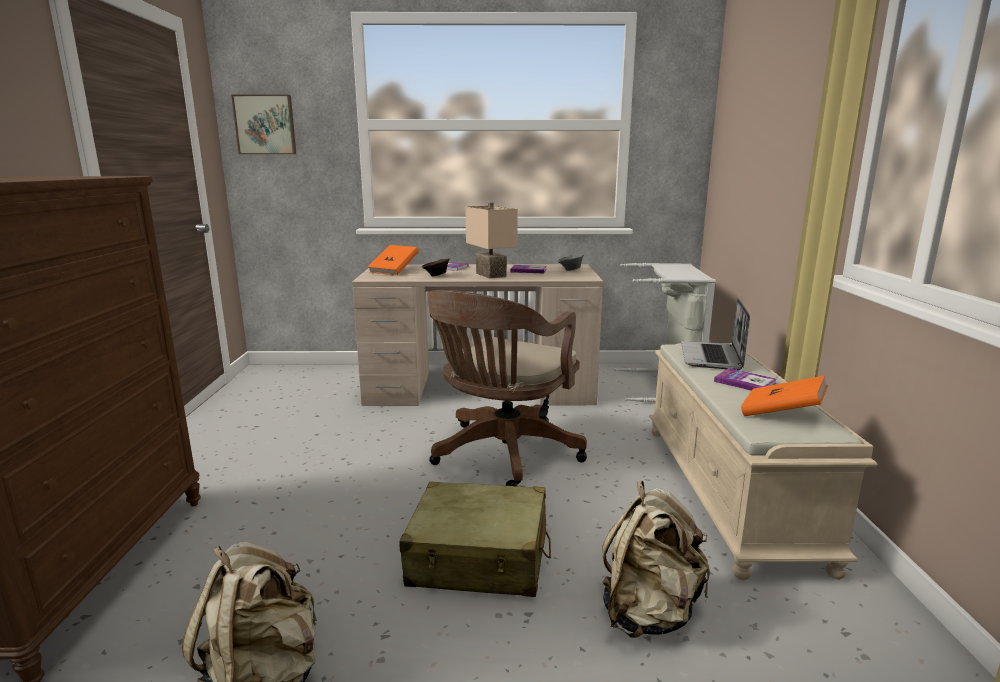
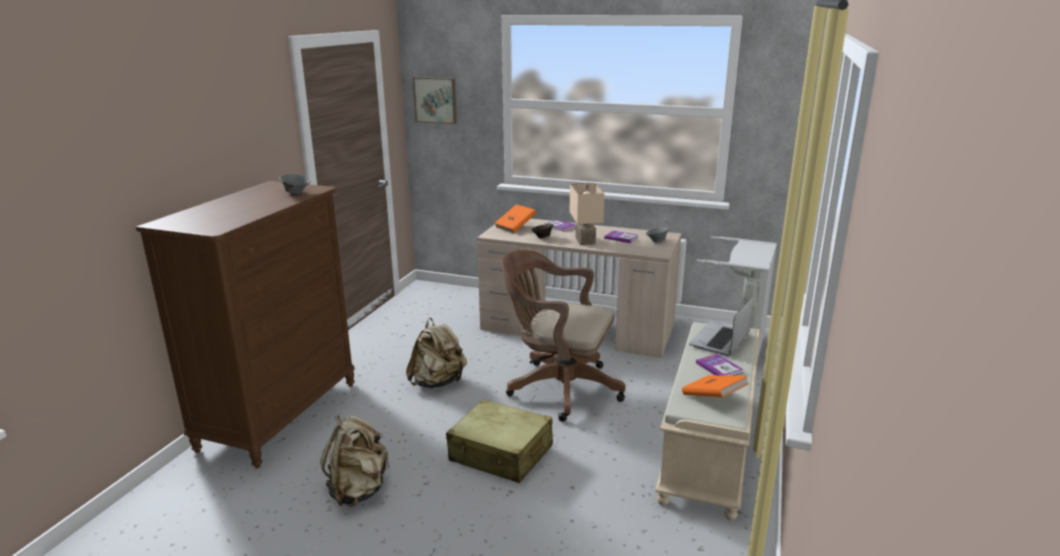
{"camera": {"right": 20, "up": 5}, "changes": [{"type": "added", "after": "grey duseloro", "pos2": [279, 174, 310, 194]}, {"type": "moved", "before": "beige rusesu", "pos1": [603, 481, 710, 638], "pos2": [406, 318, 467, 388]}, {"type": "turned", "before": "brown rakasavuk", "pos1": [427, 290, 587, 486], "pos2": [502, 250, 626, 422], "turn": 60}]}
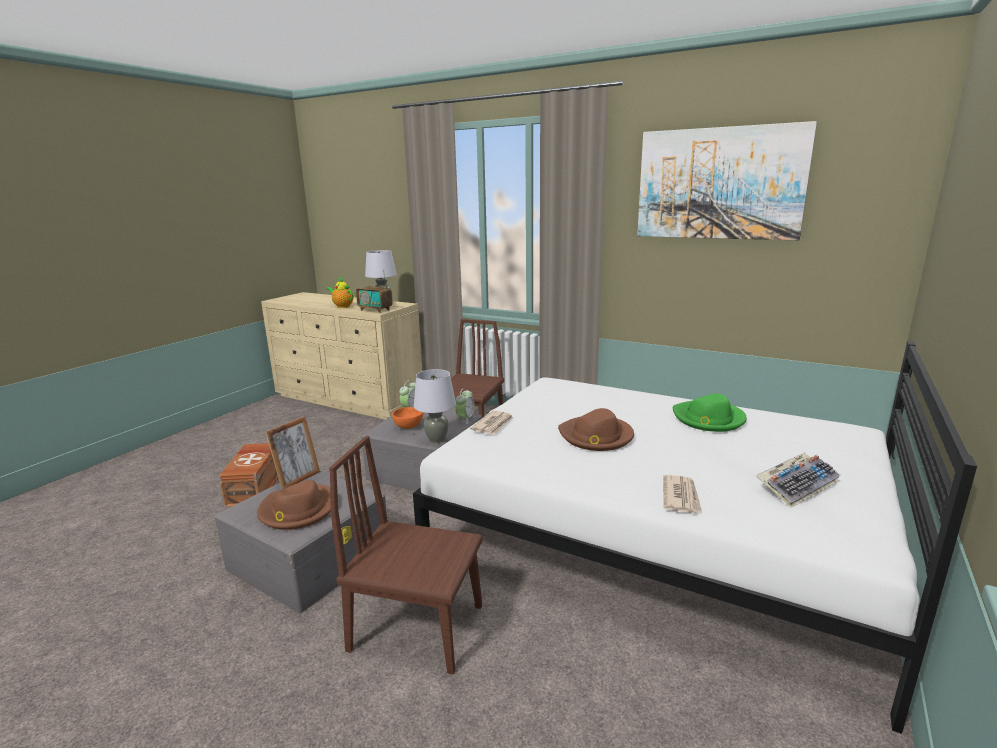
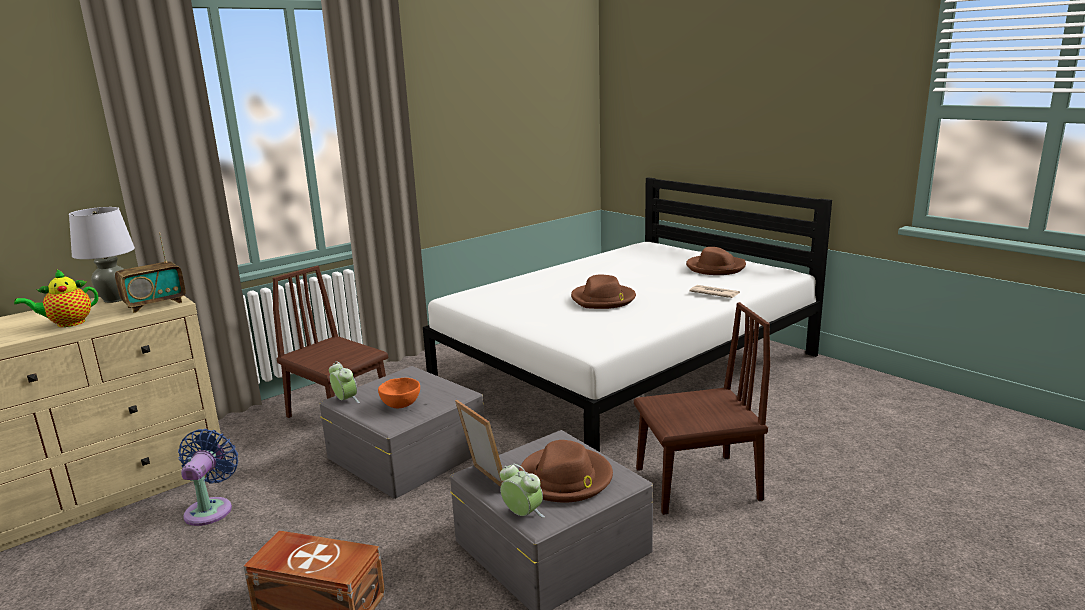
{"camera": {"right": -70, "up": 0}, "changes": [{"type": "added", "after": "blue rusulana", "pos2": [178, 429, 238, 526]}, {"type": "moved", "before": "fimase", "pos1": [455, 388, 475, 424], "pos2": [500, 464, 545, 518]}, {"type": "turned", "before": "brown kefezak", "pos1": [329, 436, 483, 674], "pos2": [634, 302, 770, 515], "turn": -135}, {"type": "replaced", "before": "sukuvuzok", "after": "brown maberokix", "pos1": [756, 453, 840, 508], "pos2": [686, 247, 746, 275]}, {"type": "removed", "before": "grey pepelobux", "pos1": [414, 369, 456, 443]}, {"type": "removed", "before": "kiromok", "pos1": [470, 411, 513, 434]}, {"type": "removed", "before": "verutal", "pos1": [637, 121, 817, 240]}, {"type": "removed", "before": "green maberokix", "pos1": [673, 393, 747, 432]}]}
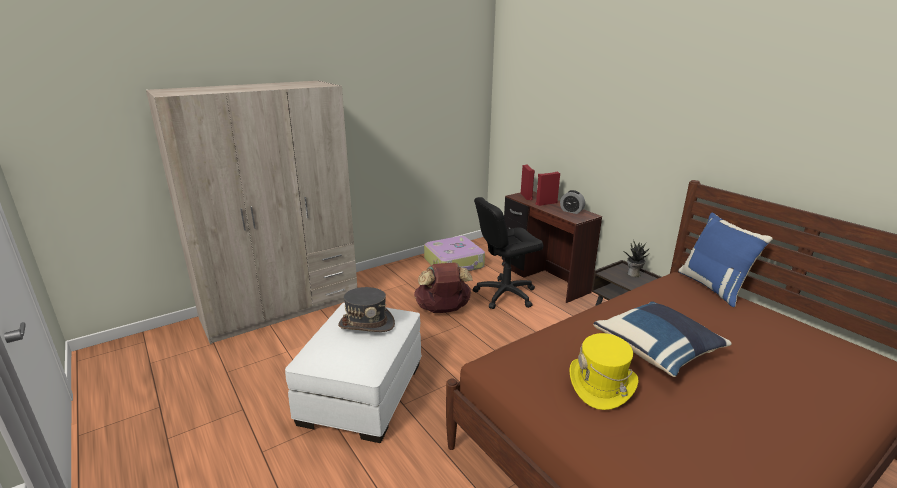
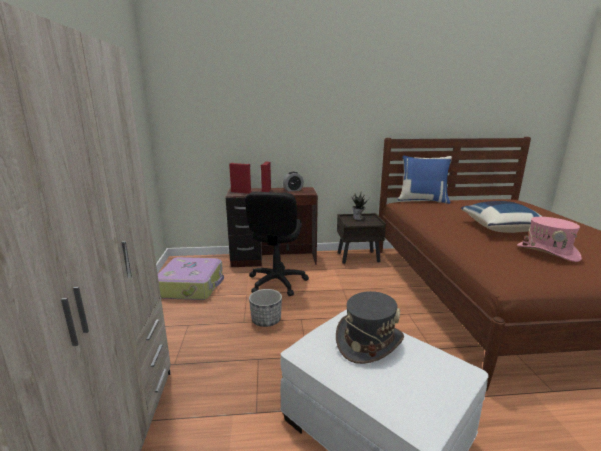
{"camera": {"right": -60, "up": -5}, "changes": [{"type": "replaced", "before": "brown rusesu", "after": "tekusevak", "pos1": [414, 262, 473, 313], "pos2": [249, 289, 282, 327]}, {"type": "recoloured", "before": "yellow maberokix", "after": "pink maberokix", "pos1": [570, 333, 639, 410], "pos2": [517, 217, 582, 262]}]}
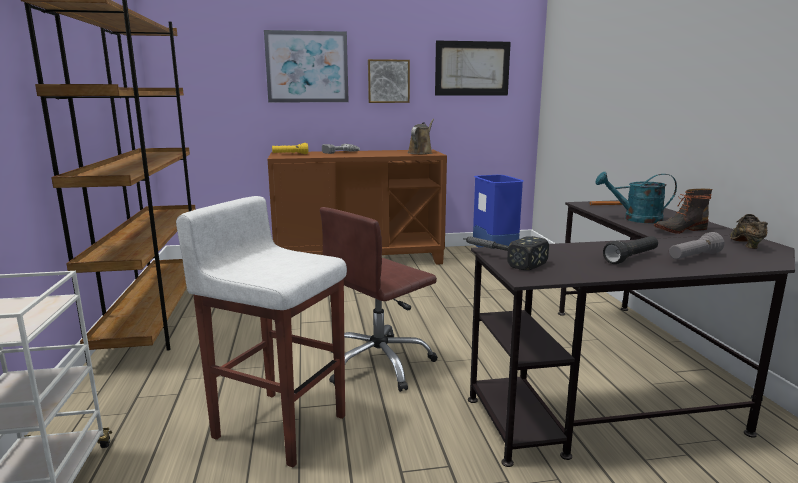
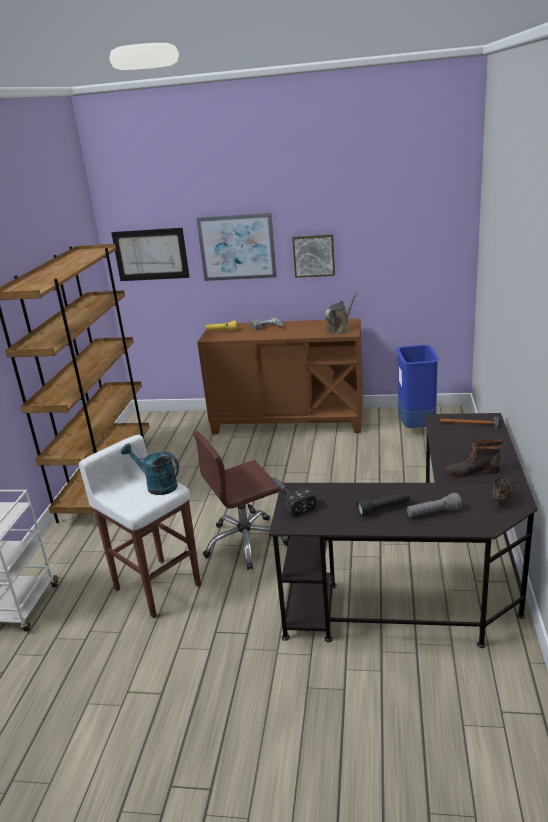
{"camera": {"right": 20, "up": 10}, "changes": [{"type": "moved", "before": "verutal", "pos1": [435, 40, 511, 95], "pos2": [111, 228, 189, 281]}, {"type": "moved", "before": "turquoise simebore", "pos1": [595, 172, 677, 224], "pos2": [121, 443, 179, 495]}]}
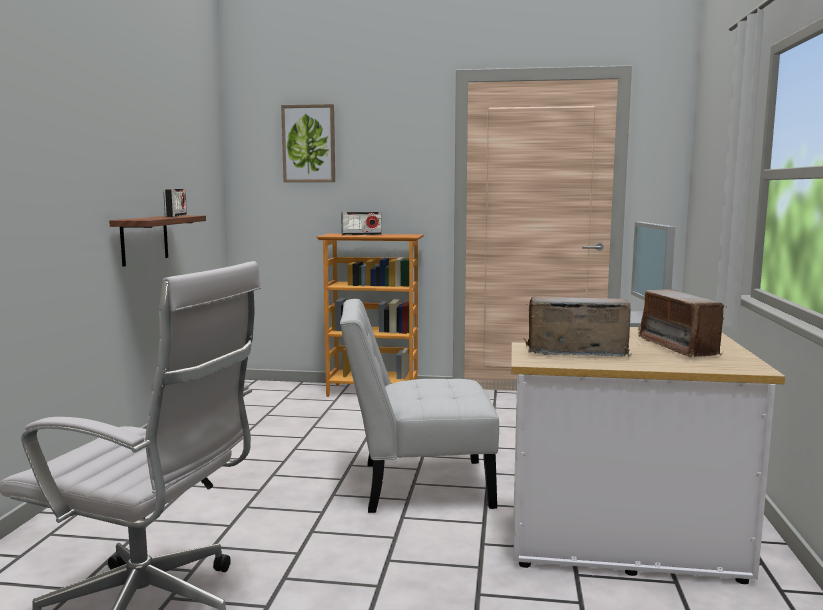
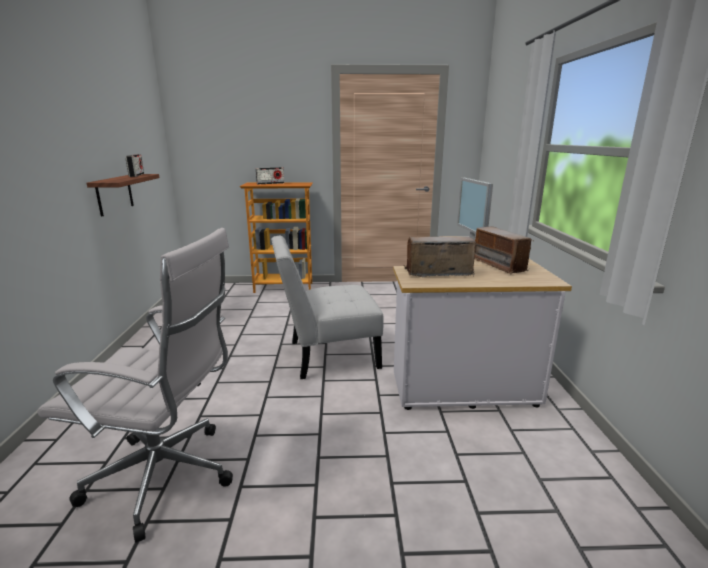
{"camera": {"right": -10, "up": 10}, "changes": [{"type": "removed", "before": "verutal", "pos1": [281, 104, 335, 182]}]}
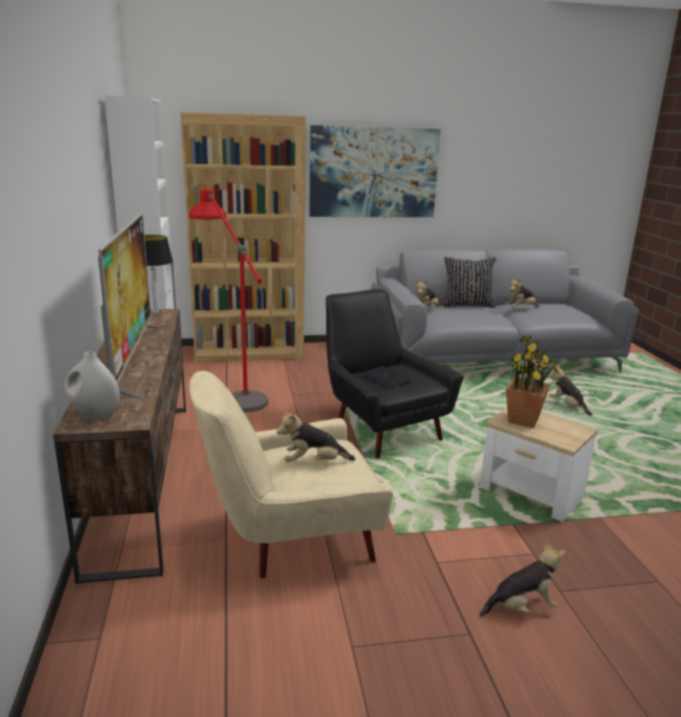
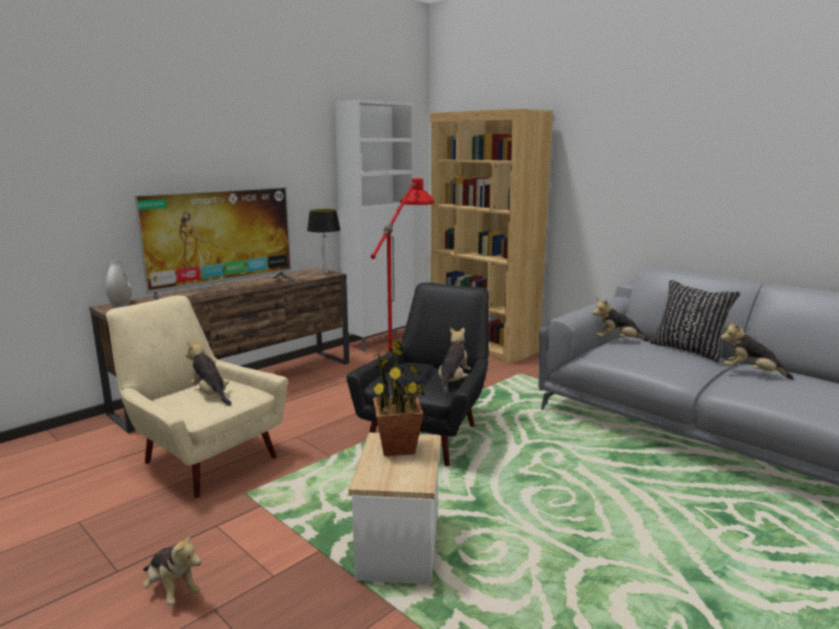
{"camera": {"right": 55, "up": -5}, "changes": [{"type": "moved", "before": "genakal", "pos1": [548, 364, 592, 416], "pos2": [438, 327, 471, 395]}, {"type": "removed", "before": "verutal", "pos1": [309, 125, 441, 217]}]}
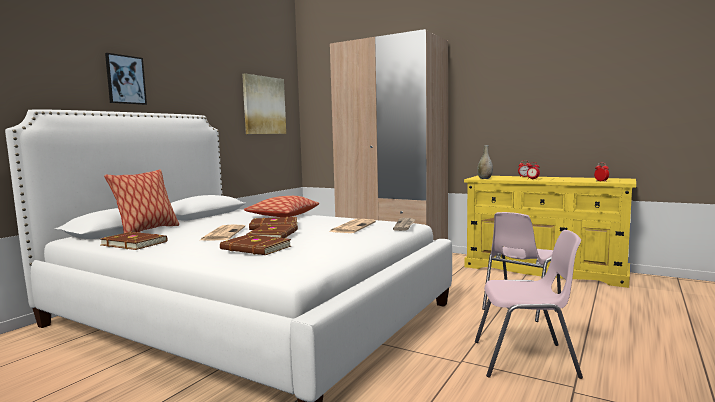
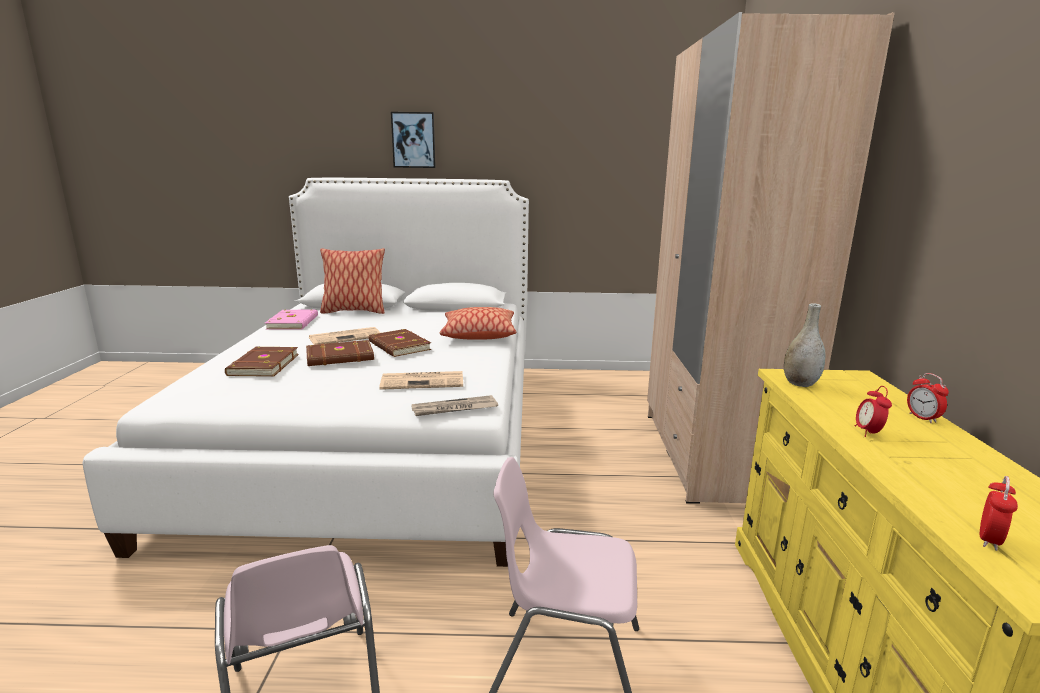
{"camera": {"right": 60, "up": 10}, "changes": [{"type": "recoloured", "before": "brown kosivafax", "after": "pink kosivafax", "pos1": [101, 232, 167, 250], "pos2": [265, 310, 318, 329]}, {"type": "removed", "before": "verutal", "pos1": [242, 73, 286, 134]}]}
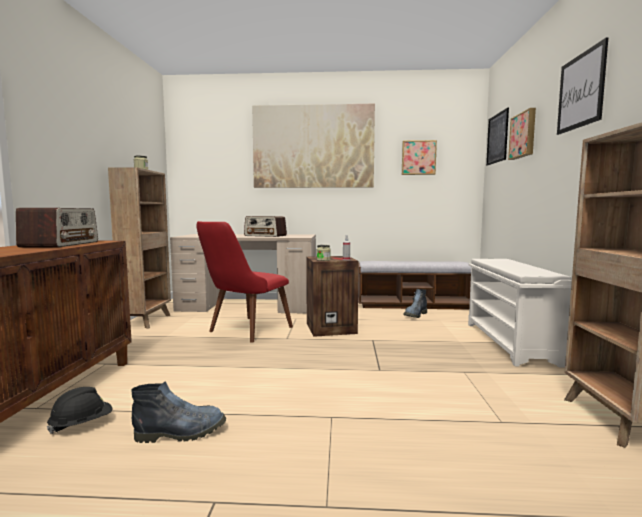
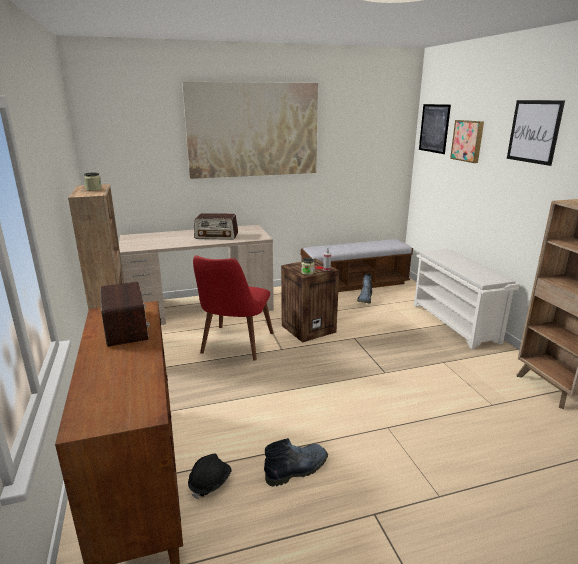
{"camera": {"right": -20, "up": 15}, "changes": [{"type": "removed", "before": "verutal", "pos1": [402, 140, 437, 175]}]}
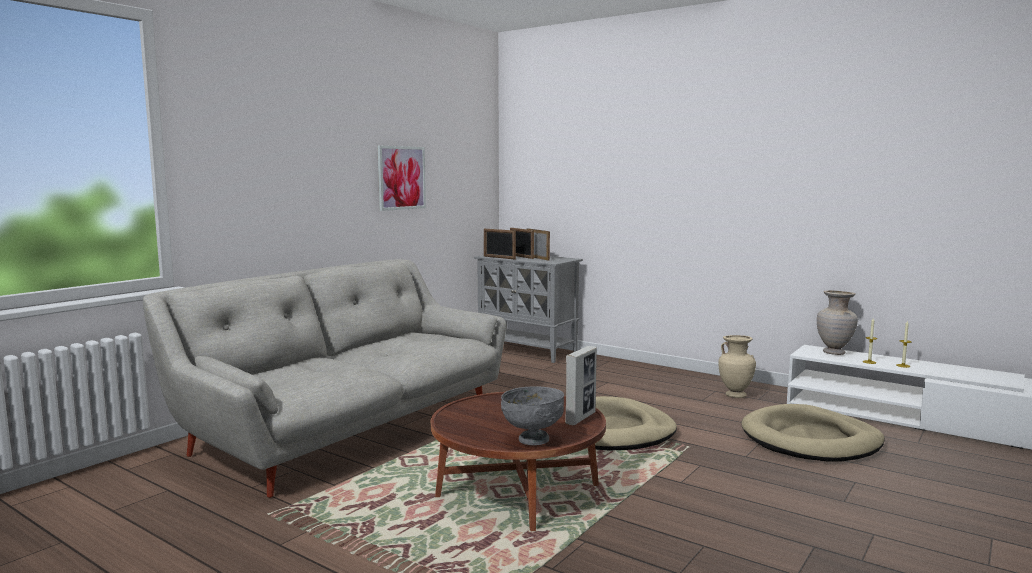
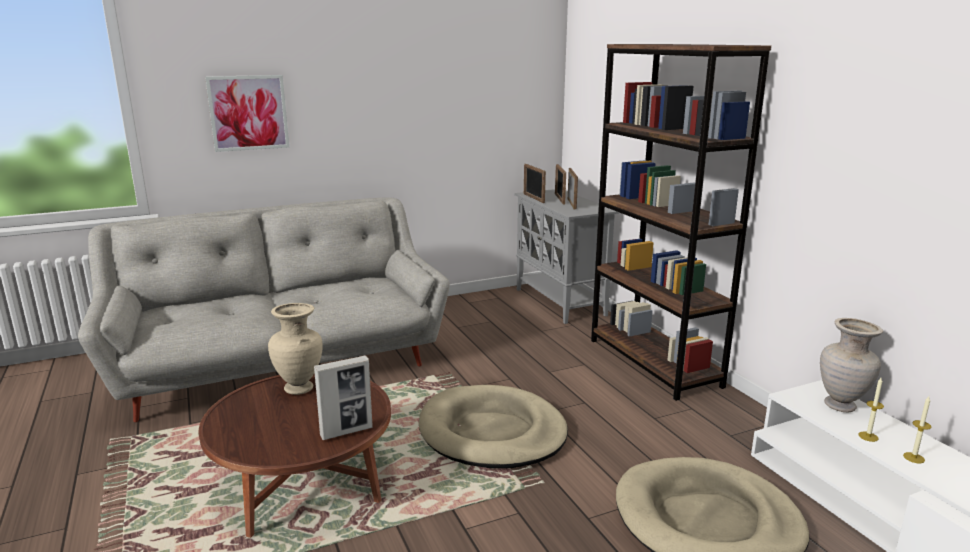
{"camera": {"right": 30, "up": 10}, "changes": [{"type": "moved", "before": "verutal", "pos1": [378, 146, 426, 211], "pos2": [205, 75, 289, 152]}, {"type": "moved", "before": "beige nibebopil", "pos1": [718, 335, 756, 398], "pos2": [268, 303, 323, 395]}, {"type": "added", "after": "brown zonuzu", "pos2": [591, 44, 772, 401]}, {"type": "removed", "before": "grey duseloro", "pos1": [501, 386, 564, 445]}]}
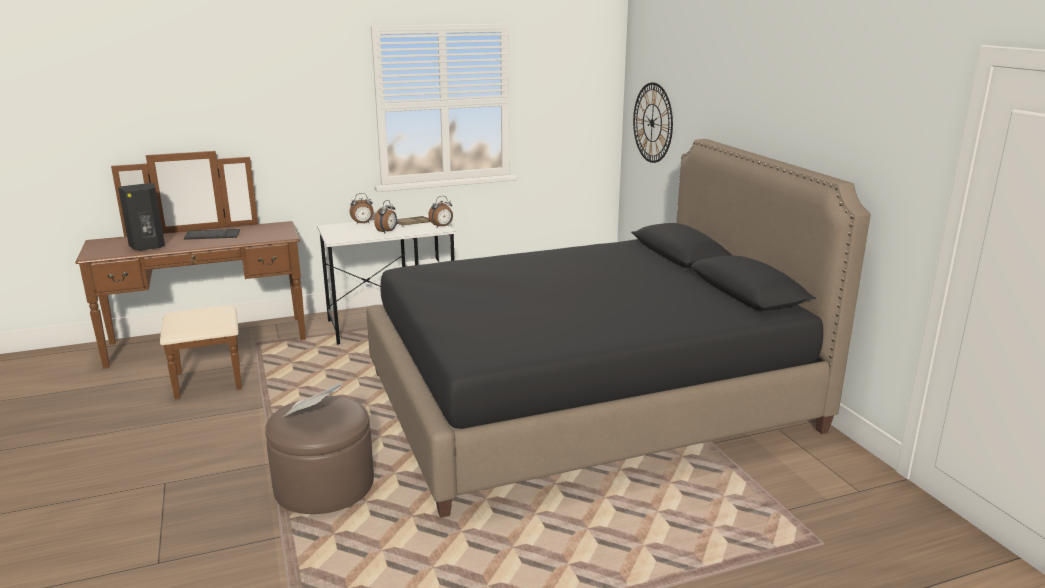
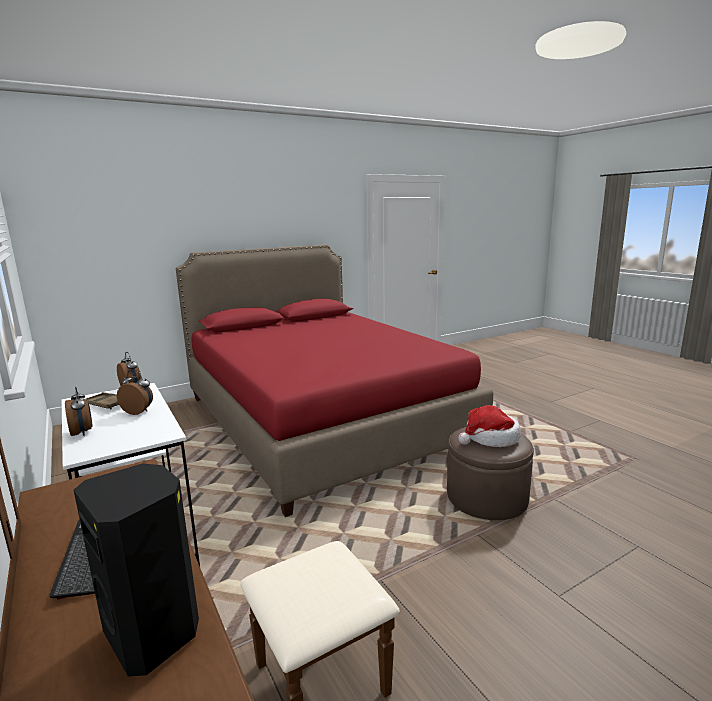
{"camera": {"right": -100, "up": -5}, "changes": [{"type": "recoloured", "before": "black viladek", "after": "red viladek", "pos1": [366, 139, 870, 518], "pos2": [176, 245, 493, 517]}, {"type": "replaced", "before": "kiromok", "after": "maberokix", "pos1": [282, 381, 344, 417], "pos2": [458, 405, 521, 447]}, {"type": "removed", "before": "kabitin", "pos1": [633, 82, 673, 163]}]}
